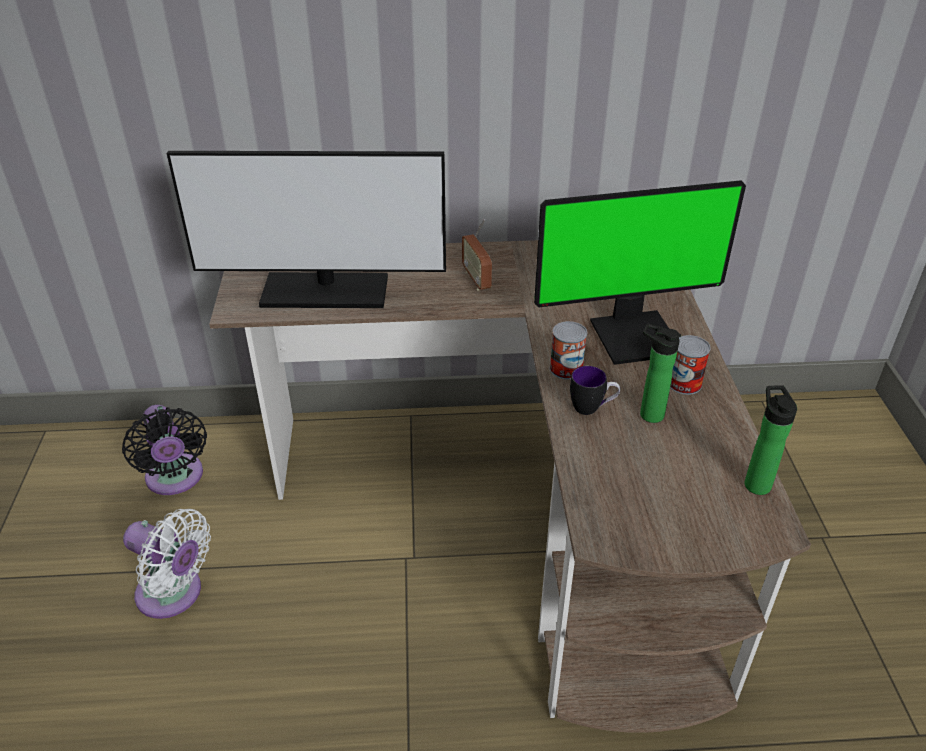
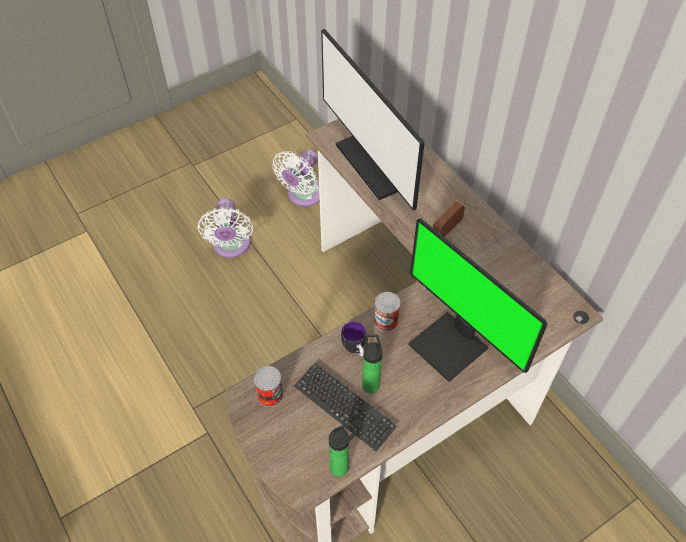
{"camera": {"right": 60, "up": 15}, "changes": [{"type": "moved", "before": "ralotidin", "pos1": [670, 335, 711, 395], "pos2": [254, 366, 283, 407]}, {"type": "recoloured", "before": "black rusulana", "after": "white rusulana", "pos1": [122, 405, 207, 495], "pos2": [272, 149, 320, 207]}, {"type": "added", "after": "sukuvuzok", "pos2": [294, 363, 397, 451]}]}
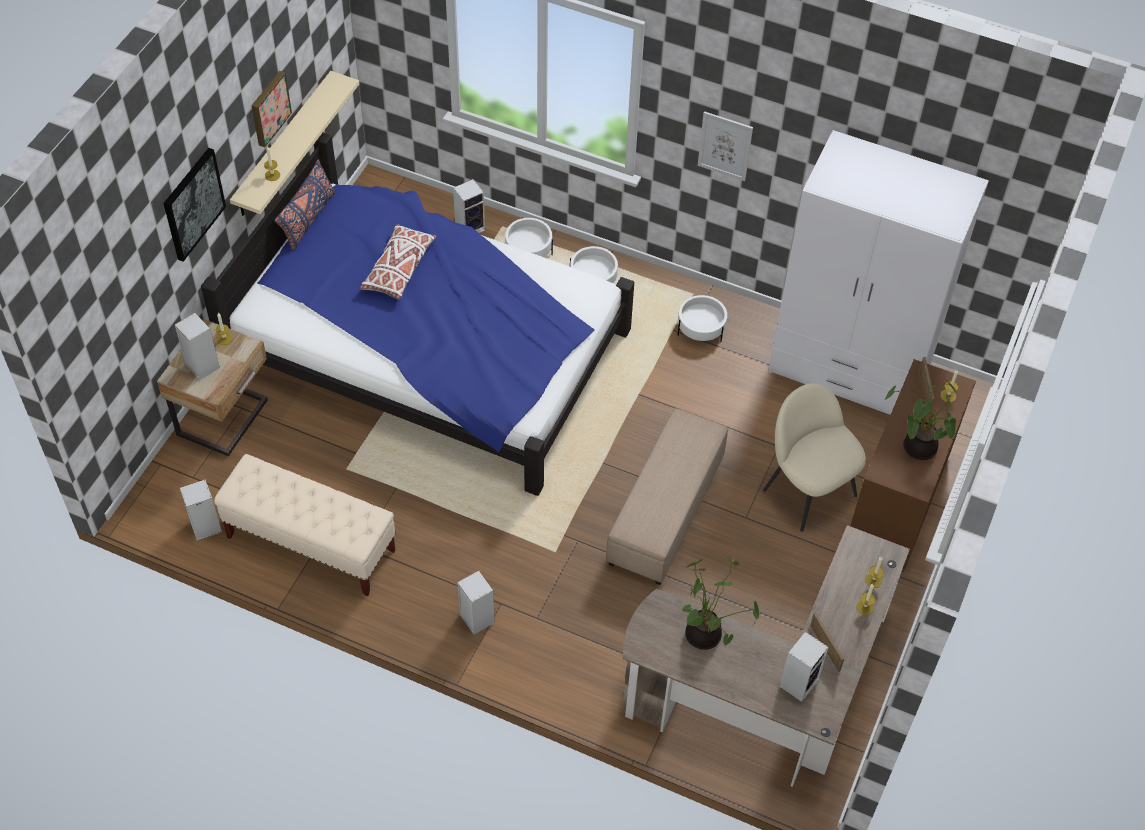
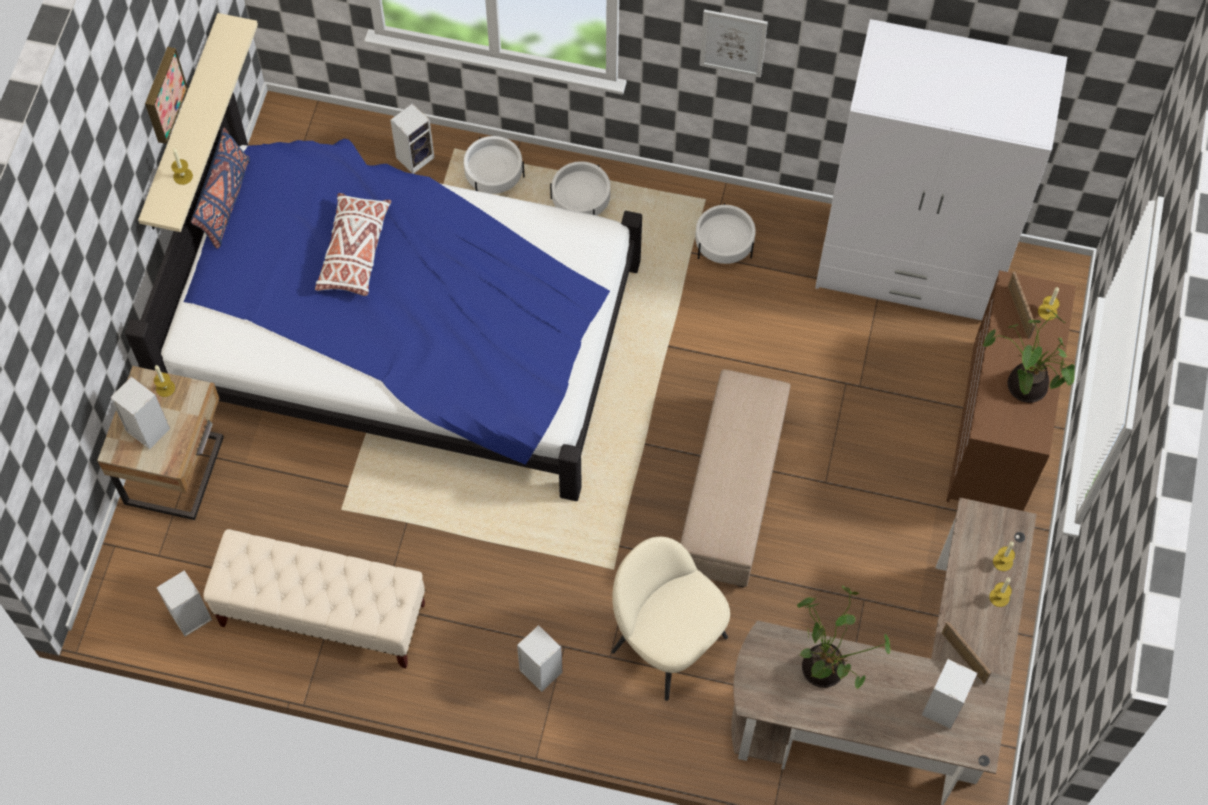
{"camera": {"right": -10, "up": 10}, "changes": [{"type": "moved", "before": "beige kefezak", "pos1": [763, 383, 866, 532], "pos2": [612, 537, 730, 701]}, {"type": "removed", "before": "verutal", "pos1": [163, 148, 226, 262]}]}
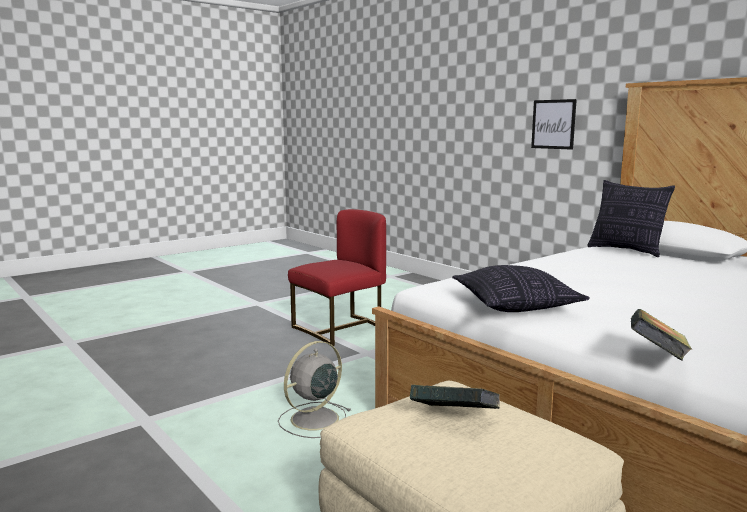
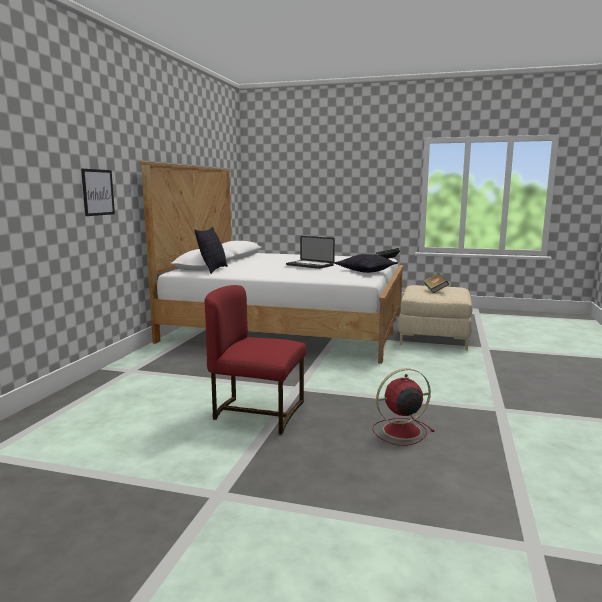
{"camera": {"right": -125, "up": 0}, "changes": [{"type": "added", "after": "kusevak", "pos2": [286, 236, 335, 269]}, {"type": "added", "after": "red rusulana", "pos2": [372, 368, 435, 446]}, {"type": "removed", "before": "grey rusulana", "pos1": [278, 341, 351, 438]}]}
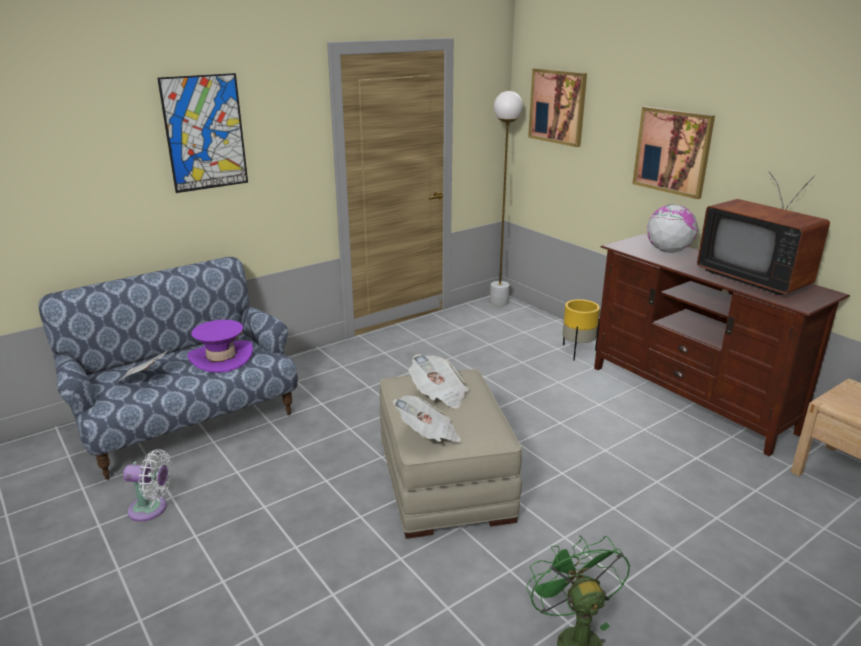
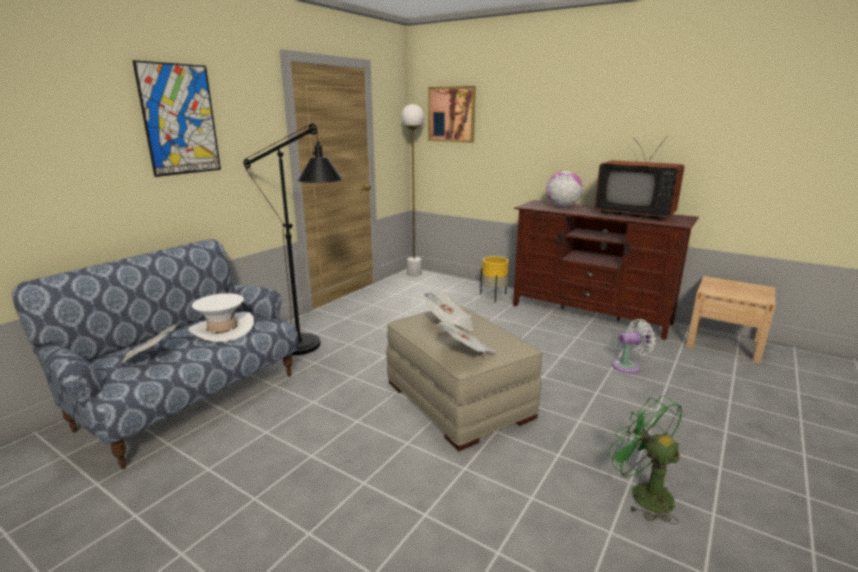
{"camera": {"right": -20, "up": -5}, "changes": [{"type": "recoloured", "before": "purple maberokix", "after": "white maberokix", "pos1": [188, 320, 253, 373], "pos2": [188, 293, 254, 342]}, {"type": "added", "after": "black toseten", "pos2": [244, 123, 344, 355]}, {"type": "moved", "before": "white rusulana", "pos1": [123, 449, 172, 522], "pos2": [612, 319, 656, 374]}, {"type": "removed", "before": "verutal", "pos1": [632, 106, 715, 199]}]}
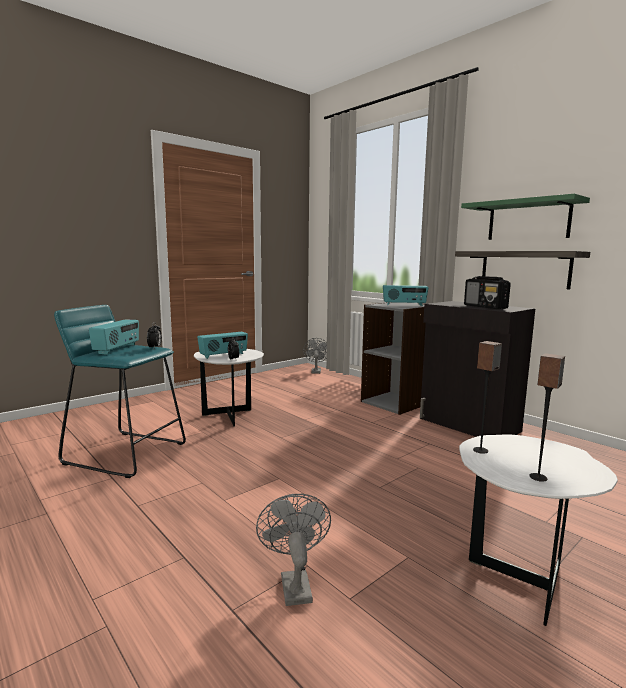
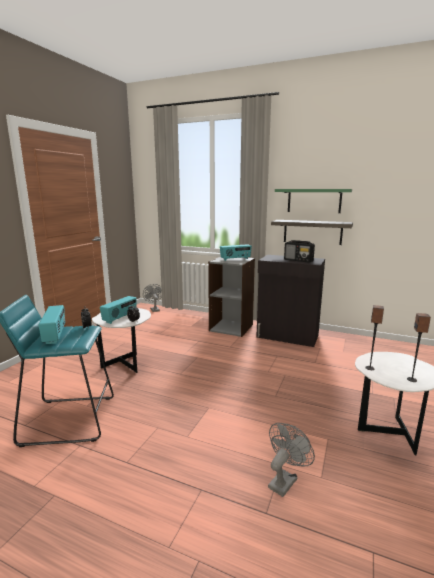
{"camera": {"right": -25, "up": 5}, "changes": [{"type": "turned", "before": "grey rusulana", "pos1": [256, 494, 331, 606], "pos2": [268, 423, 315, 497], "turn": 75}]}
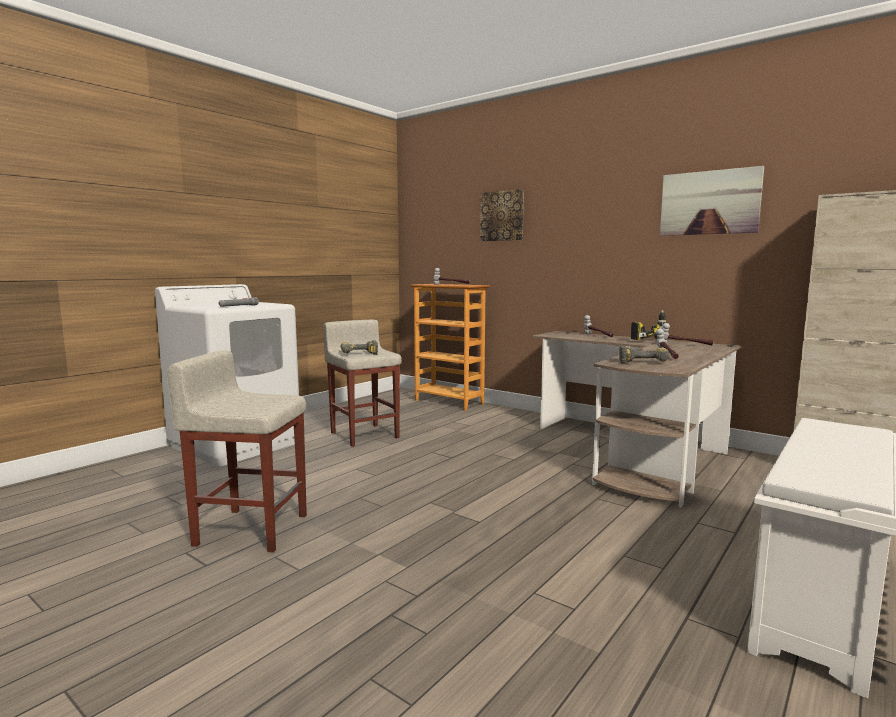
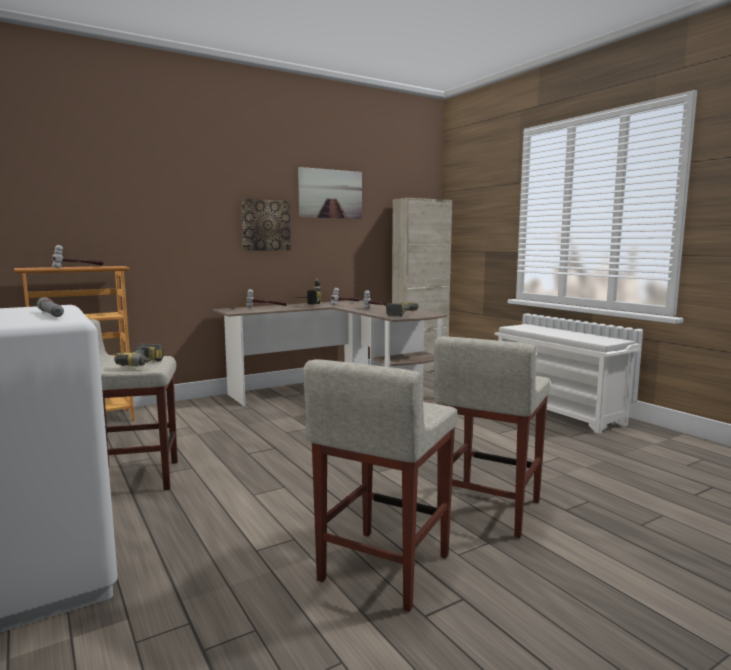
{"camera": {"right": -70, "up": 0}, "changes": [{"type": "moved", "before": "verutal", "pos1": [480, 189, 524, 241], "pos2": [241, 199, 291, 251]}, {"type": "added", "after": "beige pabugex", "pos2": [434, 336, 551, 538]}]}
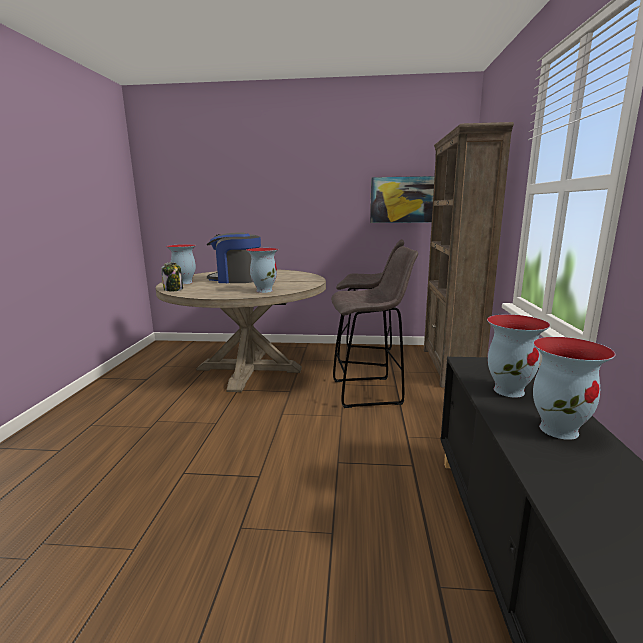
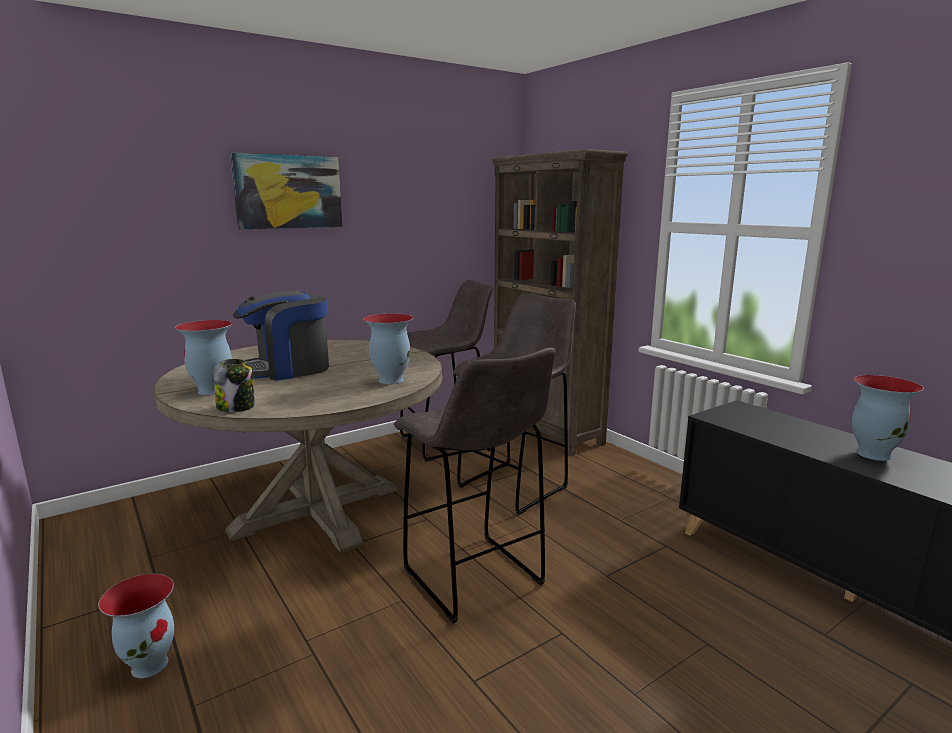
{"camera": {"right": -40, "up": 0}, "changes": [{"type": "moved", "before": "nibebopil", "pos1": [487, 314, 550, 397], "pos2": [98, 574, 174, 678]}, {"type": "moved", "before": "verutal", "pos1": [370, 176, 434, 223], "pos2": [230, 152, 343, 230]}, {"type": "added", "after": "grey pabugex", "pos2": [394, 348, 556, 623]}]}
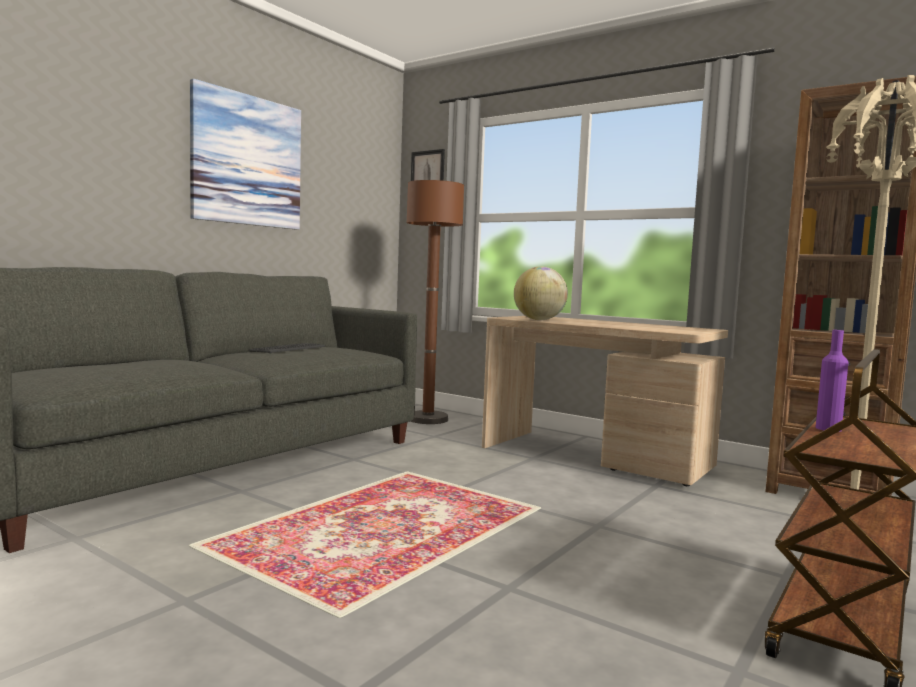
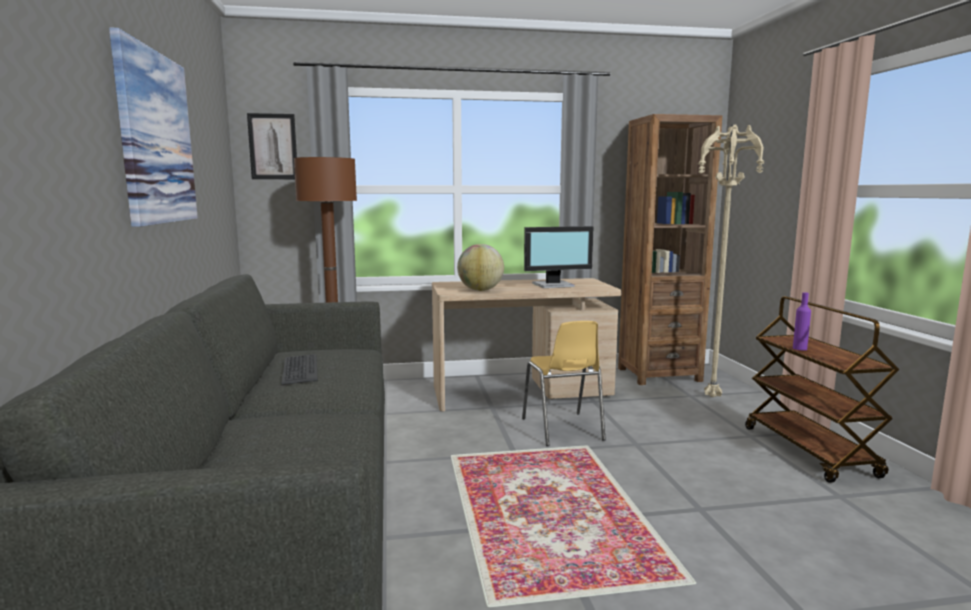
{"camera": {"right": -45, "up": 5}, "changes": [{"type": "added", "after": "yellow kefezak", "pos2": [522, 321, 606, 446]}, {"type": "added", "after": "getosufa", "pos2": [524, 226, 594, 288]}]}
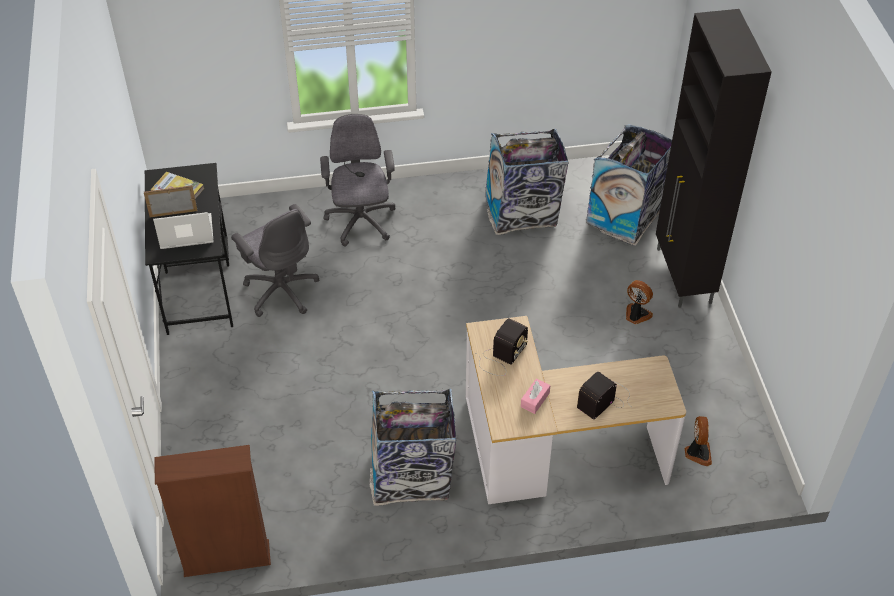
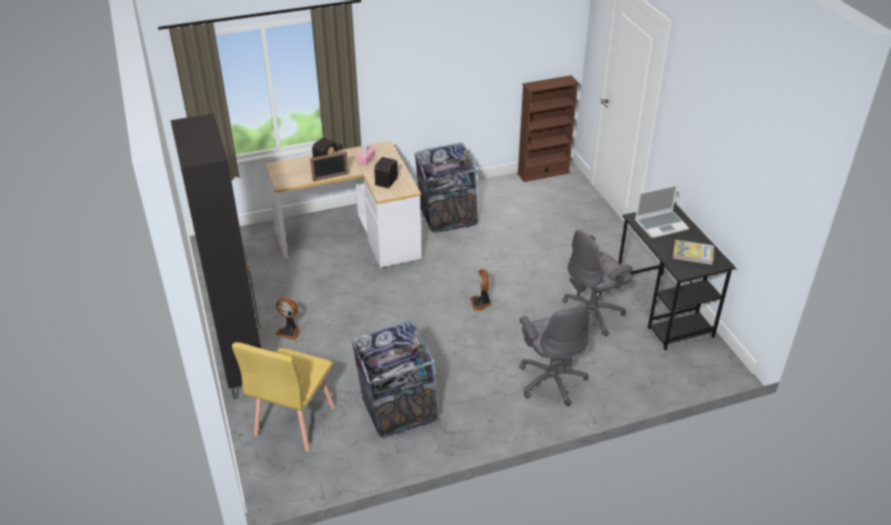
{"camera": {"right": 170, "up": -10}, "changes": [{"type": "replaced", "before": "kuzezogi", "after": "yellow kefezak", "pos1": [586, 124, 672, 246], "pos2": [232, 342, 335, 451]}, {"type": "moved", "before": "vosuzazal", "pos1": [144, 185, 197, 217], "pos2": [310, 151, 348, 181]}, {"type": "moved", "before": "rusulana", "pos1": [685, 416, 712, 466], "pos2": [470, 269, 492, 311]}, {"type": "turned", "before": "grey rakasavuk", "pos1": [231, 204, 319, 317], "pos2": [562, 230, 633, 336], "turn": -75}]}
